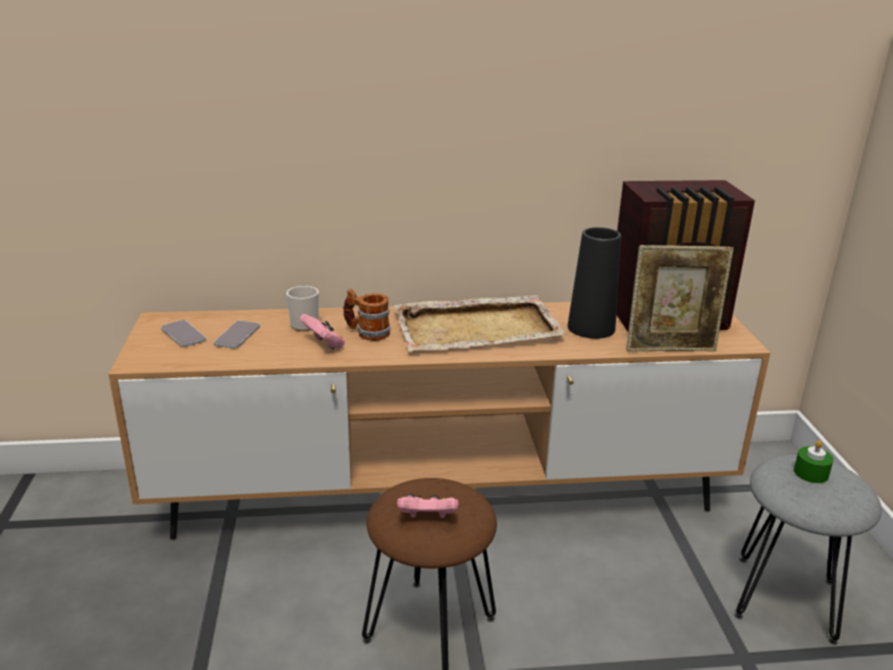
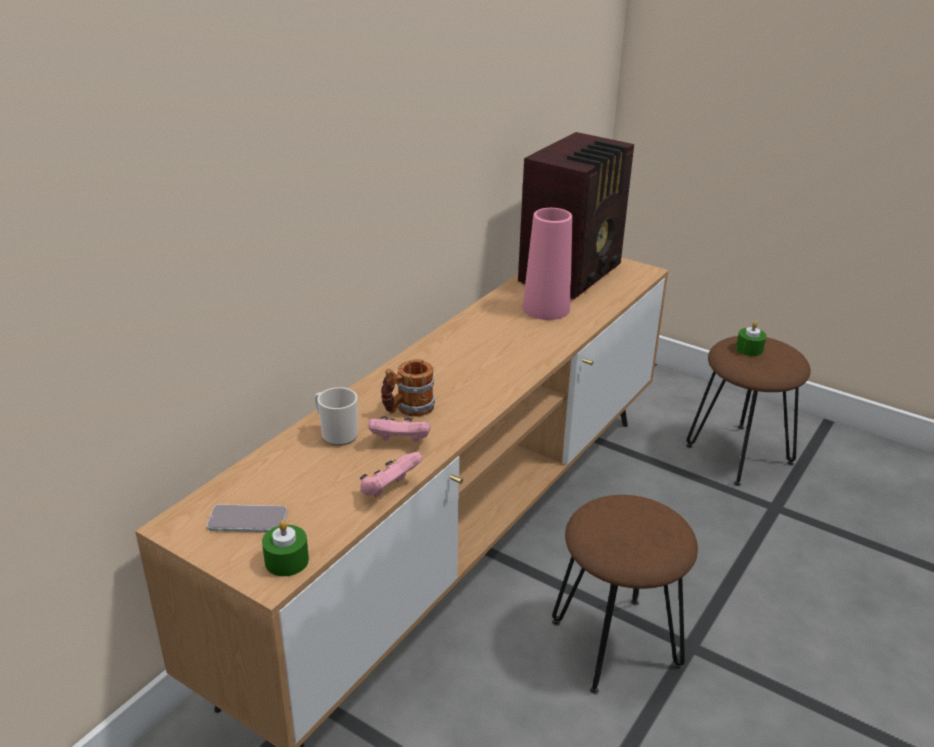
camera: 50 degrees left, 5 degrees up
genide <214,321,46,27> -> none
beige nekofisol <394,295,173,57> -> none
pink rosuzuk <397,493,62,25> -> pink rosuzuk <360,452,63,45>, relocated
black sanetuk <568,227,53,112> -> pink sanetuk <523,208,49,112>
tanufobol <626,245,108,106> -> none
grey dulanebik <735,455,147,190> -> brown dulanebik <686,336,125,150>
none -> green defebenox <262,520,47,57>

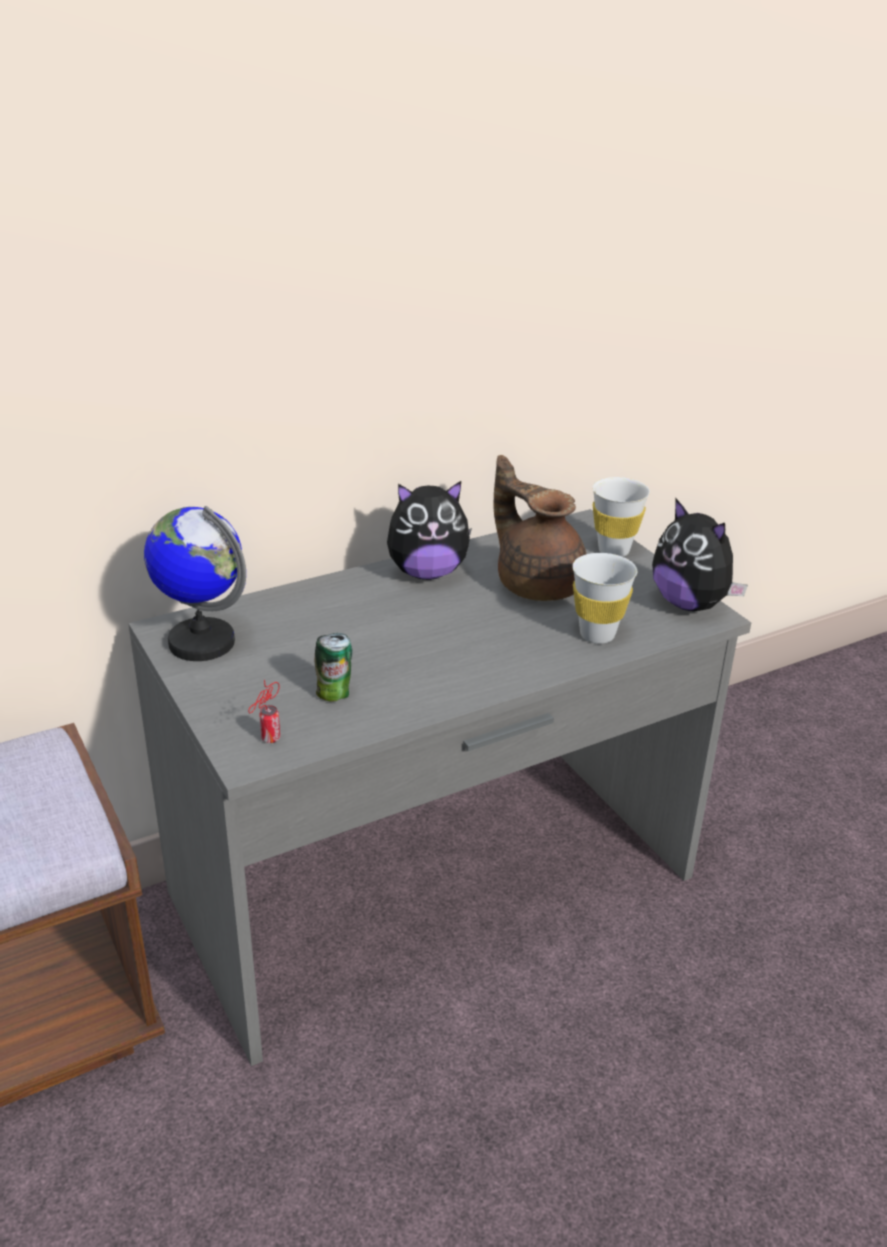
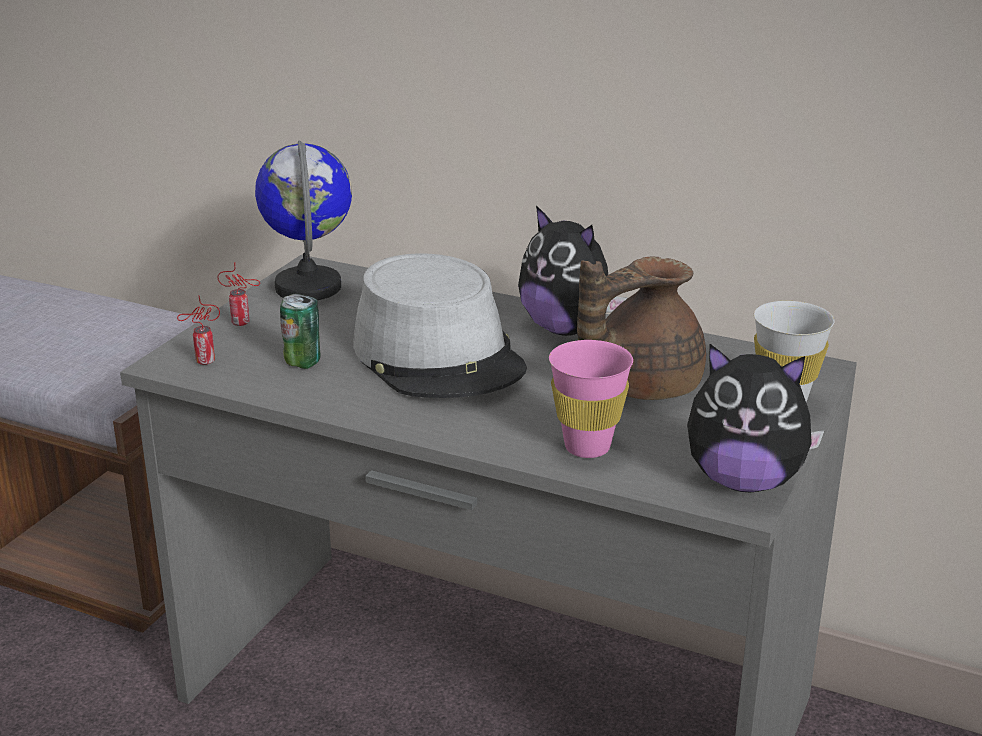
camera: 55 degrees right, 5 degrees down
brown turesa <494,455,92,146> -> brown turesa <577,257,129,143>, 135 degrees counterclockwise
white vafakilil <572,553,65,91> -> pink vafakilil <549,340,84,118>
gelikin <652,499,96,112> -> gelikin <687,344,138,149>, 90 degrees counterclockwise
none -> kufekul <218,262,42,64>
none -> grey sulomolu <353,253,174,145>

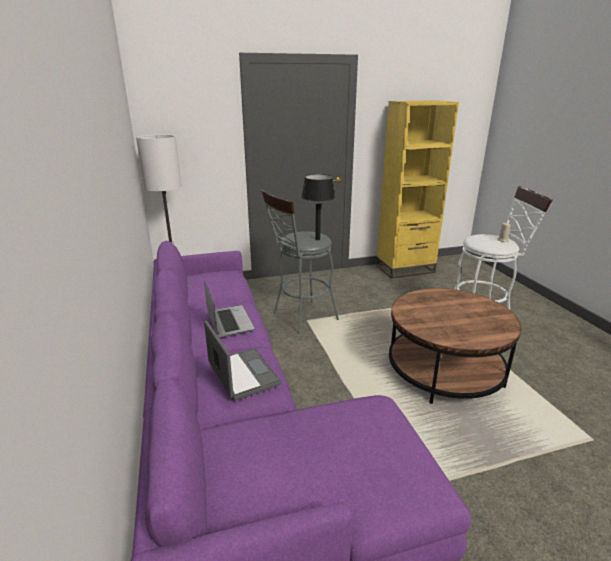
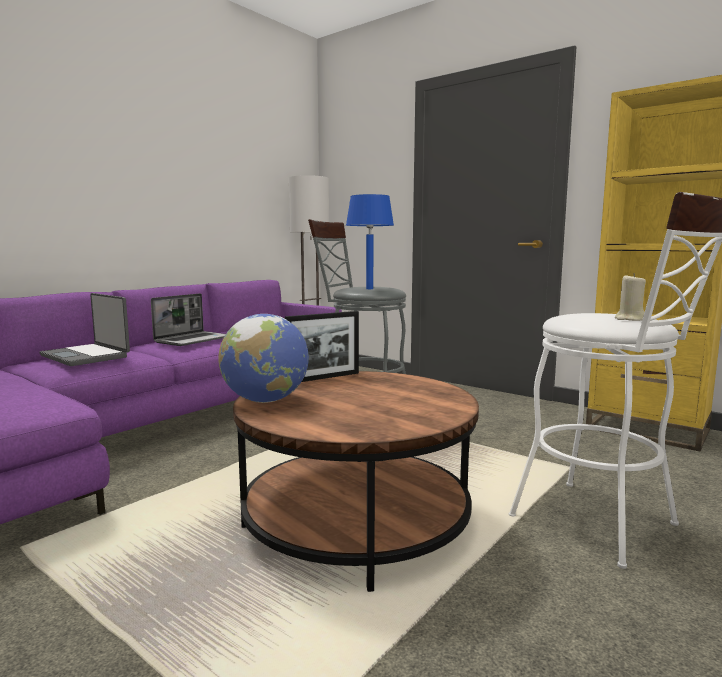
camera: 55 degrees right, 15 degrees down
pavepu <204,321,77,80> -> pavepu <39,293,91,73>, 105 degrees clockwise
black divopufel <301,174,34,66> -> blue divopufel <346,194,48,95>
none -> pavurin <219,314,90,89>
none -> tanufobol <285,311,74,71>

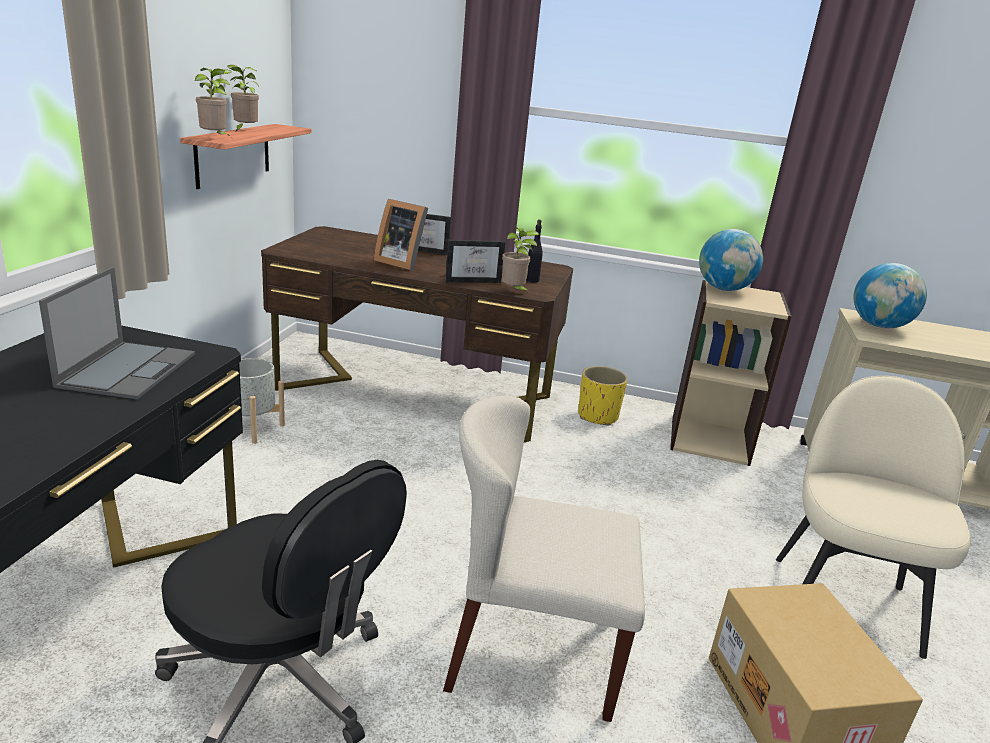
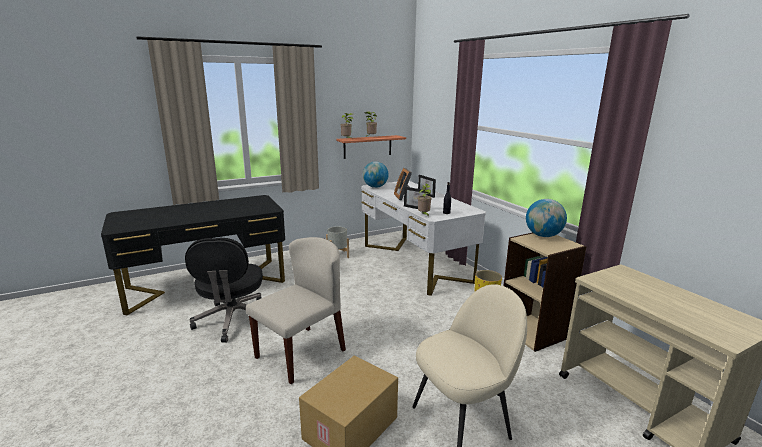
camera: 50 degrees right, 5 degrees down
pavepu <39,267,156,133> -> none
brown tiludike <261,226,312,216> -> white tiludike <361,181,125,115>
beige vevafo <443,396,202,326> -> beige vevafo <246,237,100,147>, 75 degrees clockwise
pavurin <853,263,74,65> -> pavurin <363,162,26,26>, relocated

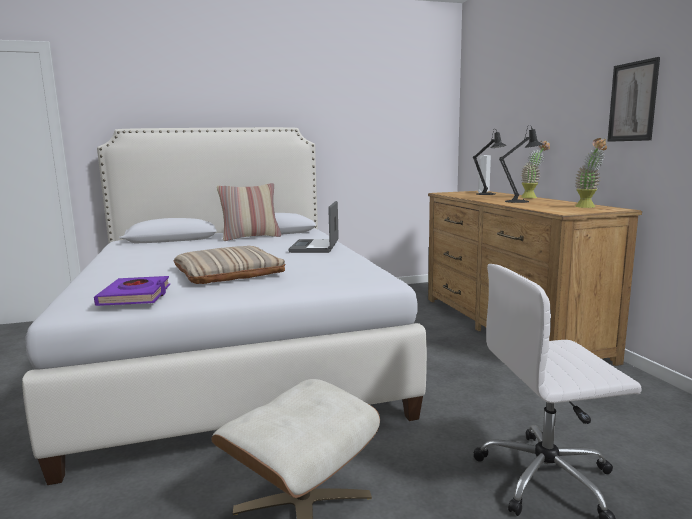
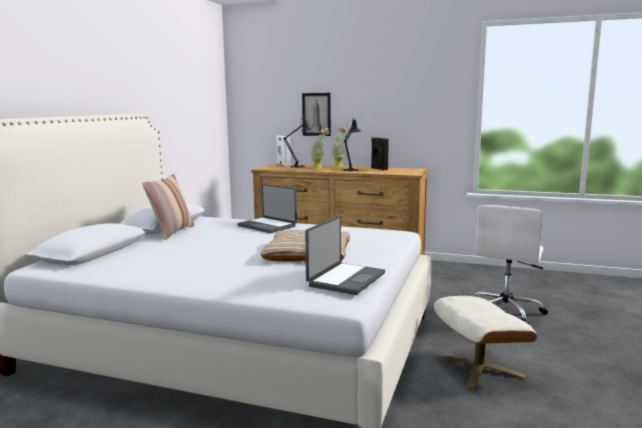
camera: 55 degrees left, 0 degrees up
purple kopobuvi <94,276,76,30> -> pavepu <305,216,80,79>
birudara <575,138,32,70> -> birudara <311,128,18,41>, relocated
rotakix <607,57,53,85> -> rotakix <302,93,29,43>, relocated
none -> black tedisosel <371,137,18,34>

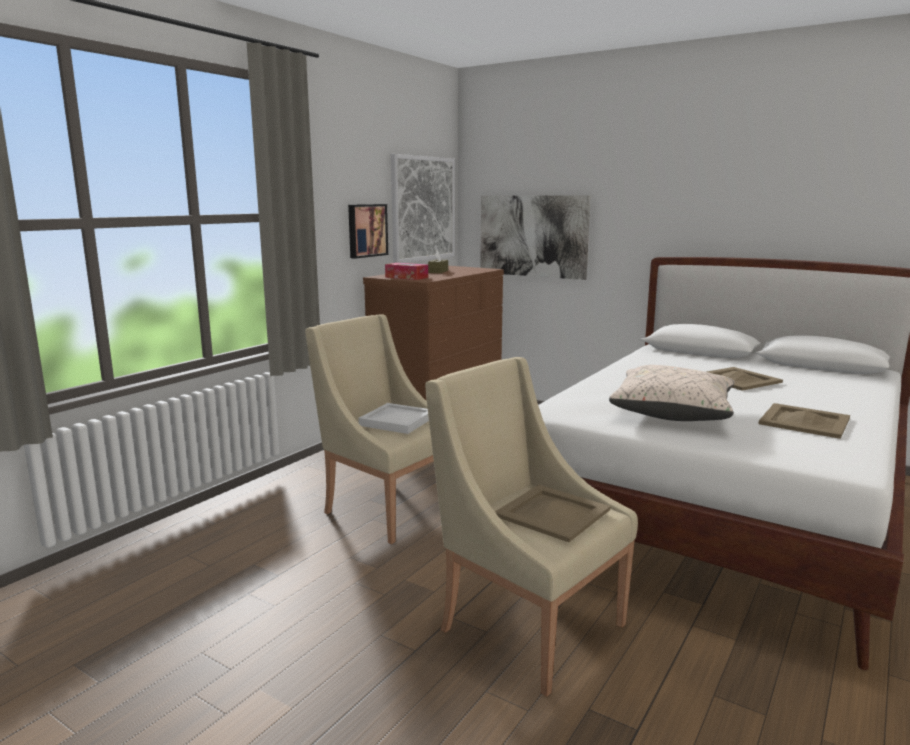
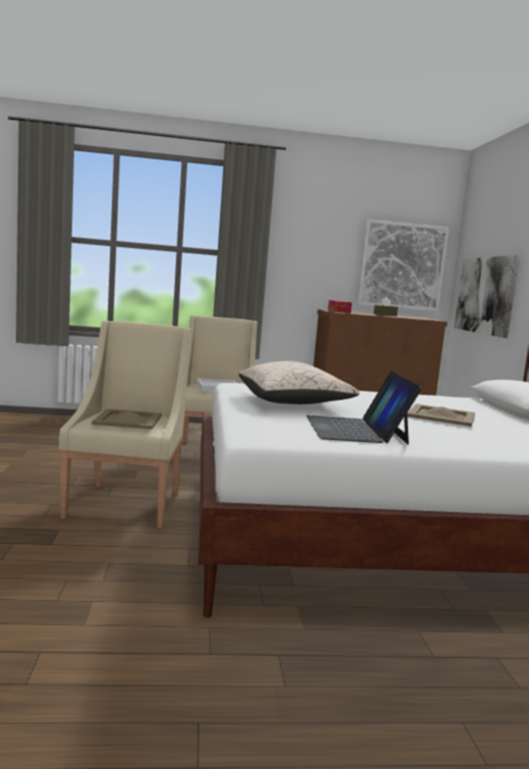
camera: 50 degrees right, 5 degrees down
rotakix <348,204,40,55> -> none
beige nekofisol <759,403,91,36> -> pavepu <306,371,116,74>

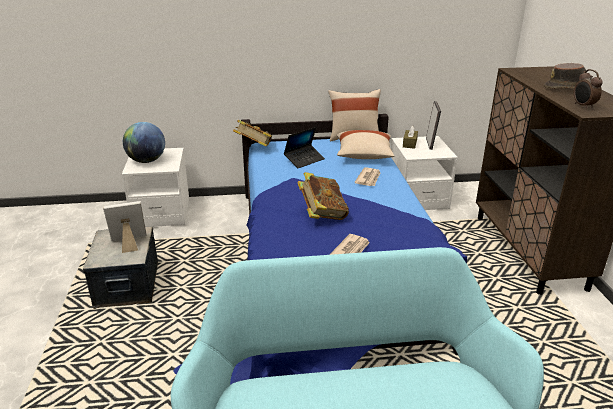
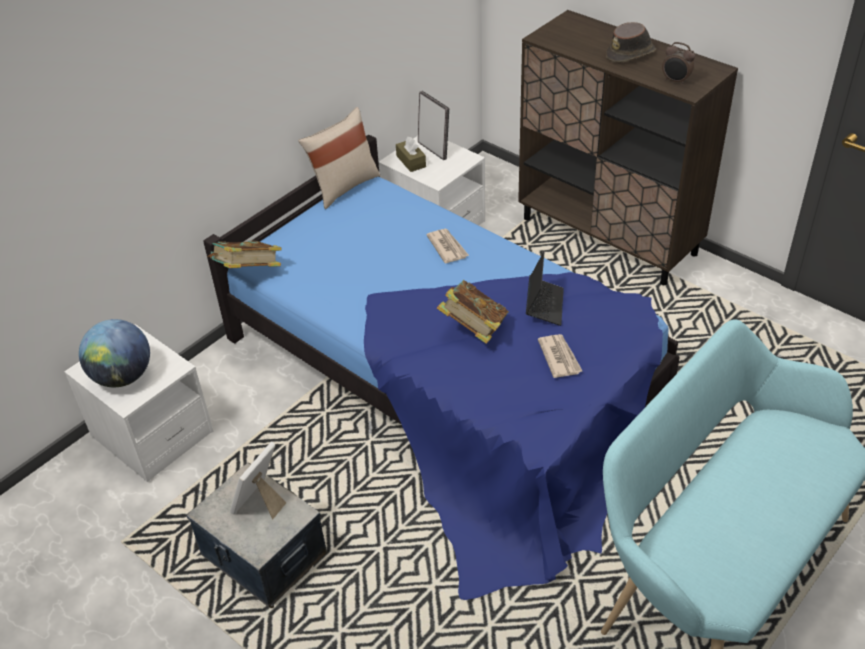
camera: 40 degrees left, 15 degrees up
pavepu <284,127,41,41> -> pavepu <526,252,38,74>, relocated
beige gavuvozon <337,130,57,29> -> none

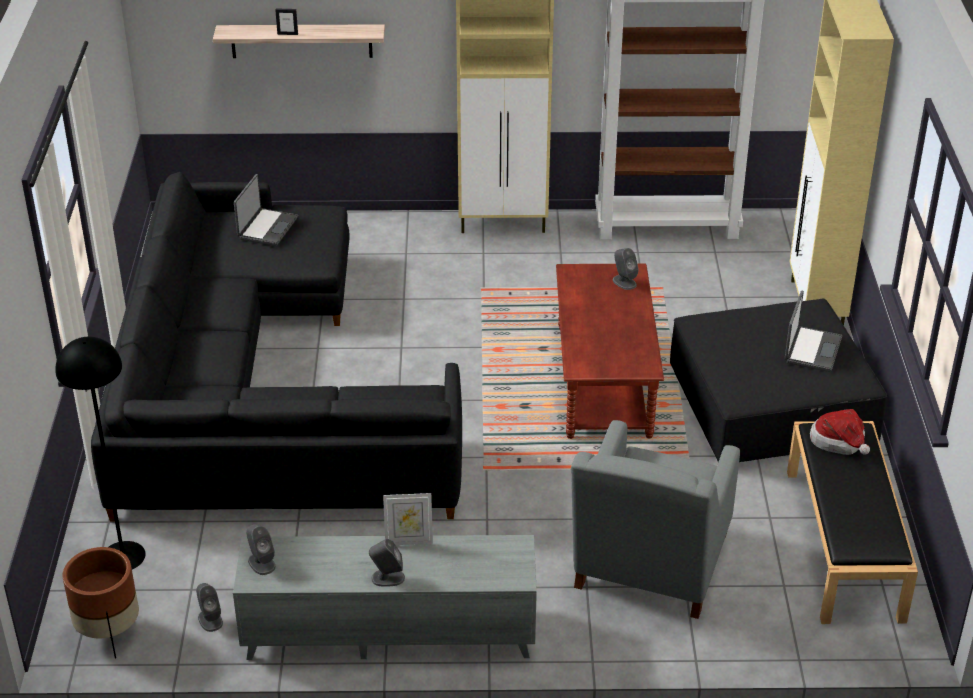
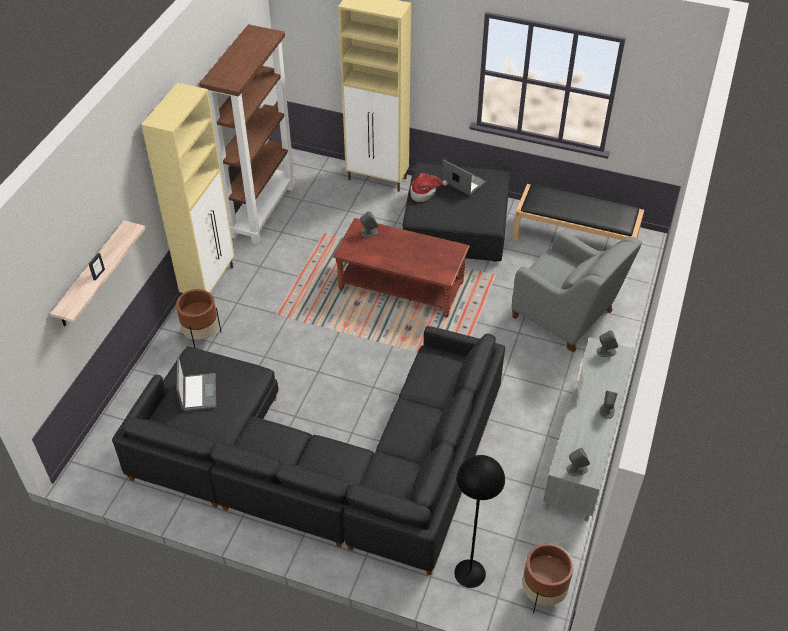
camera: 70 degrees left, 10 degrees up
grey tedisosel <196,583,27,49> -> grey tedisosel <597,330,21,27>, relocated
pavepu <234,174,64,72> -> pavepu <177,356,39,55>, 45 degrees clockwise
sulomolu <810,409,60,46> -> sulomolu <410,173,38,29>, relocated
none -> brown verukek <176,289,46,59>

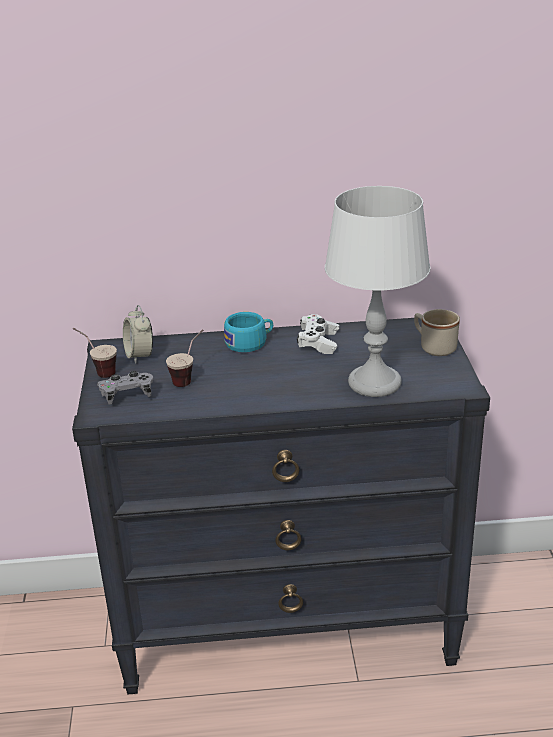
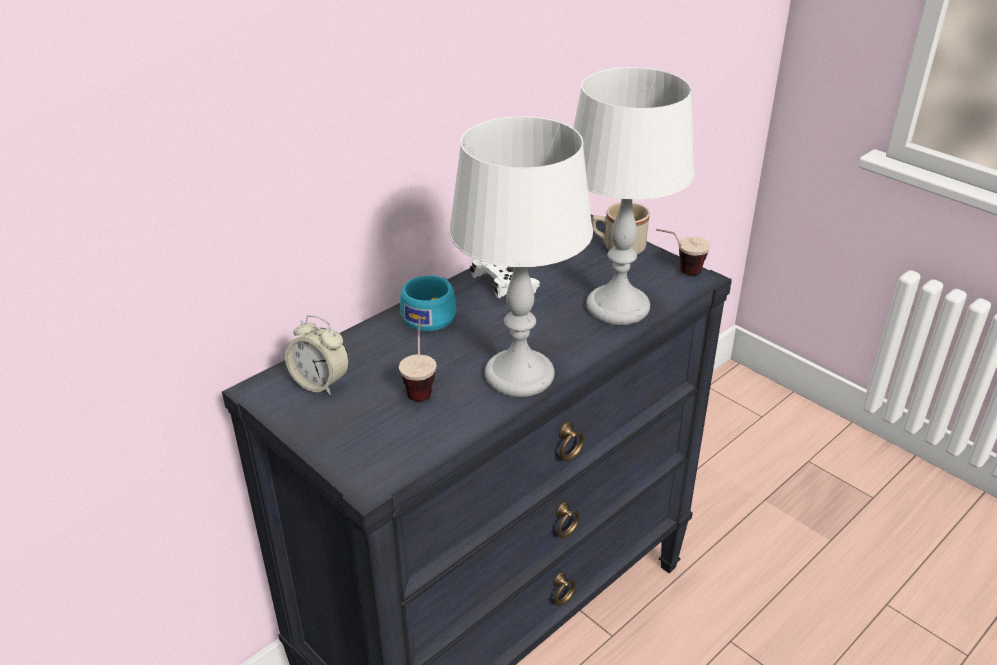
camera: 40 degrees left, 5 degrees up
vafakilil <73,328,44,50> -> vafakilil <656,229,54,46>, relocated
grey rosuzuk <97,371,57,33> -> none
none -> white divopufel <449,116,144,281>

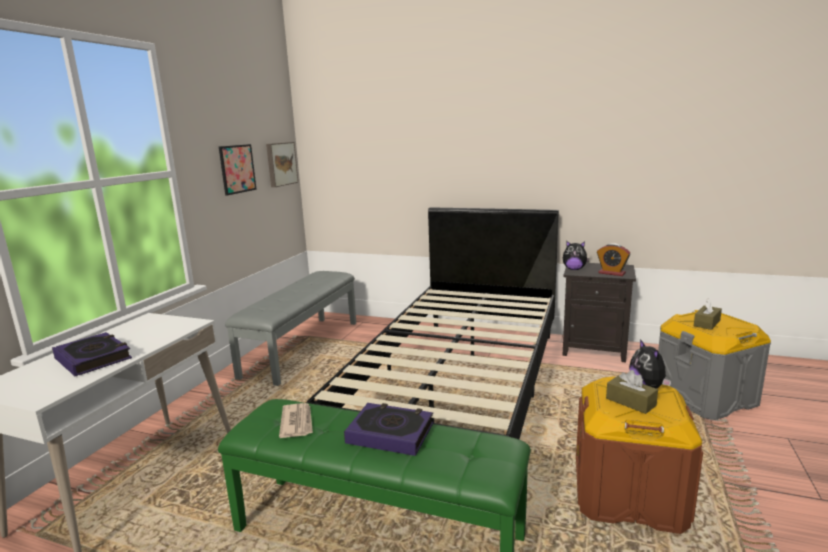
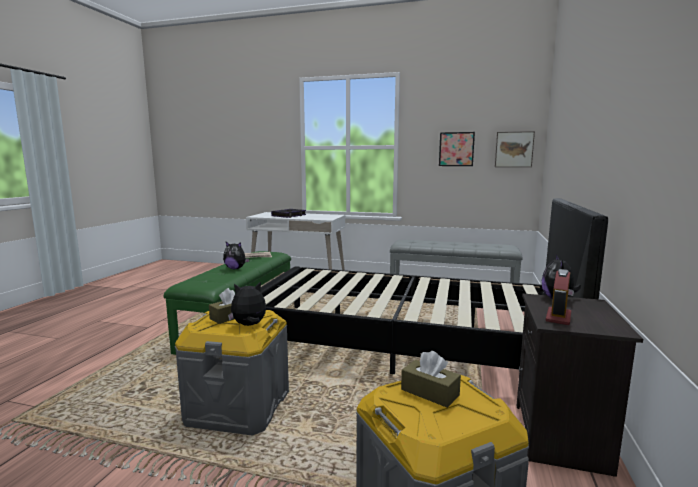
camera: 85 degrees right, 5 degrees down
kopobuvi <344,403,89,53> -> gelikin <223,242,27,27>
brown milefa <576,376,127,158> -> grey milefa <175,310,114,126>

